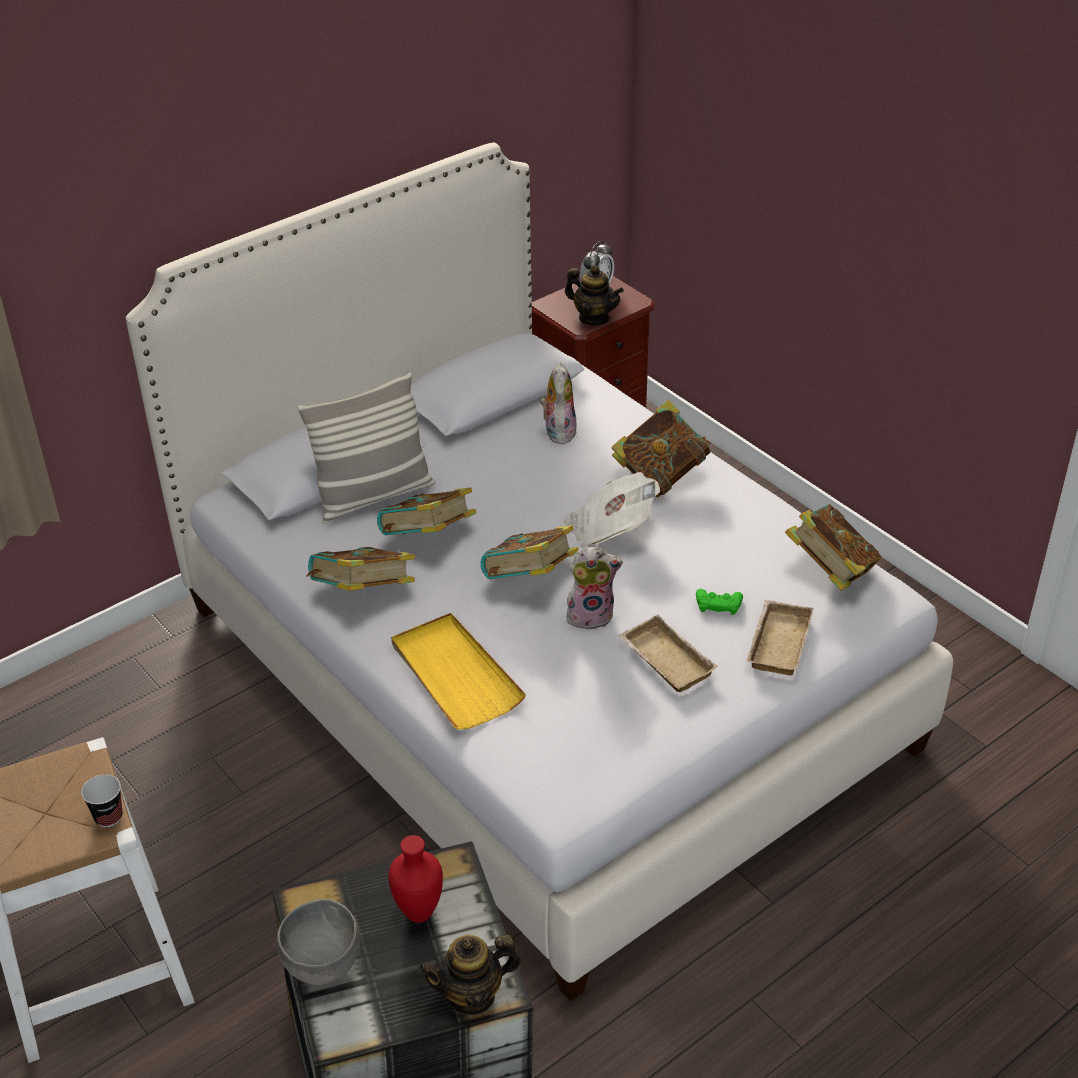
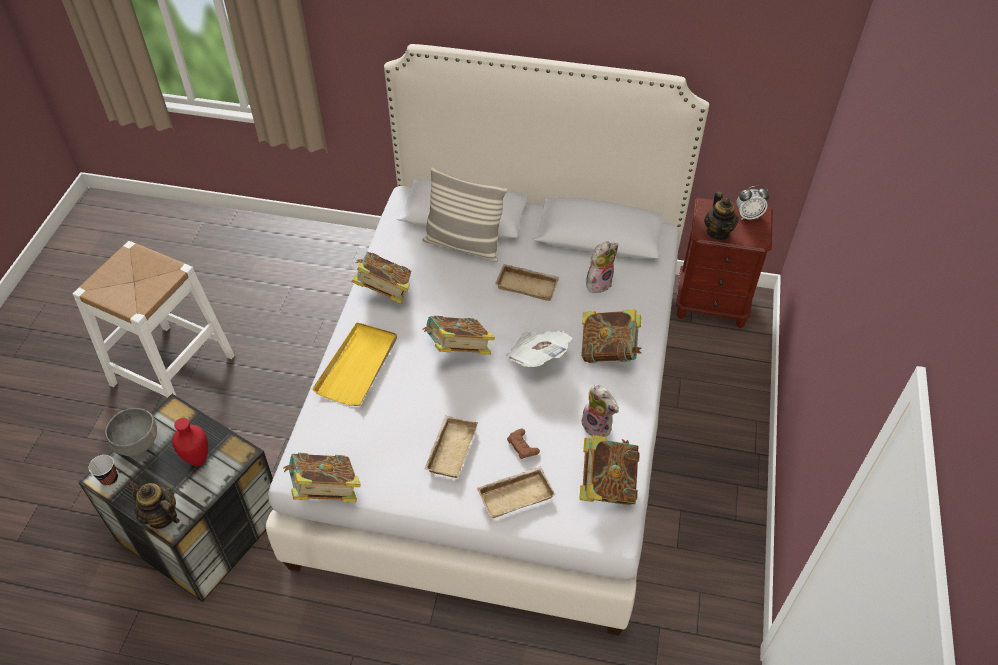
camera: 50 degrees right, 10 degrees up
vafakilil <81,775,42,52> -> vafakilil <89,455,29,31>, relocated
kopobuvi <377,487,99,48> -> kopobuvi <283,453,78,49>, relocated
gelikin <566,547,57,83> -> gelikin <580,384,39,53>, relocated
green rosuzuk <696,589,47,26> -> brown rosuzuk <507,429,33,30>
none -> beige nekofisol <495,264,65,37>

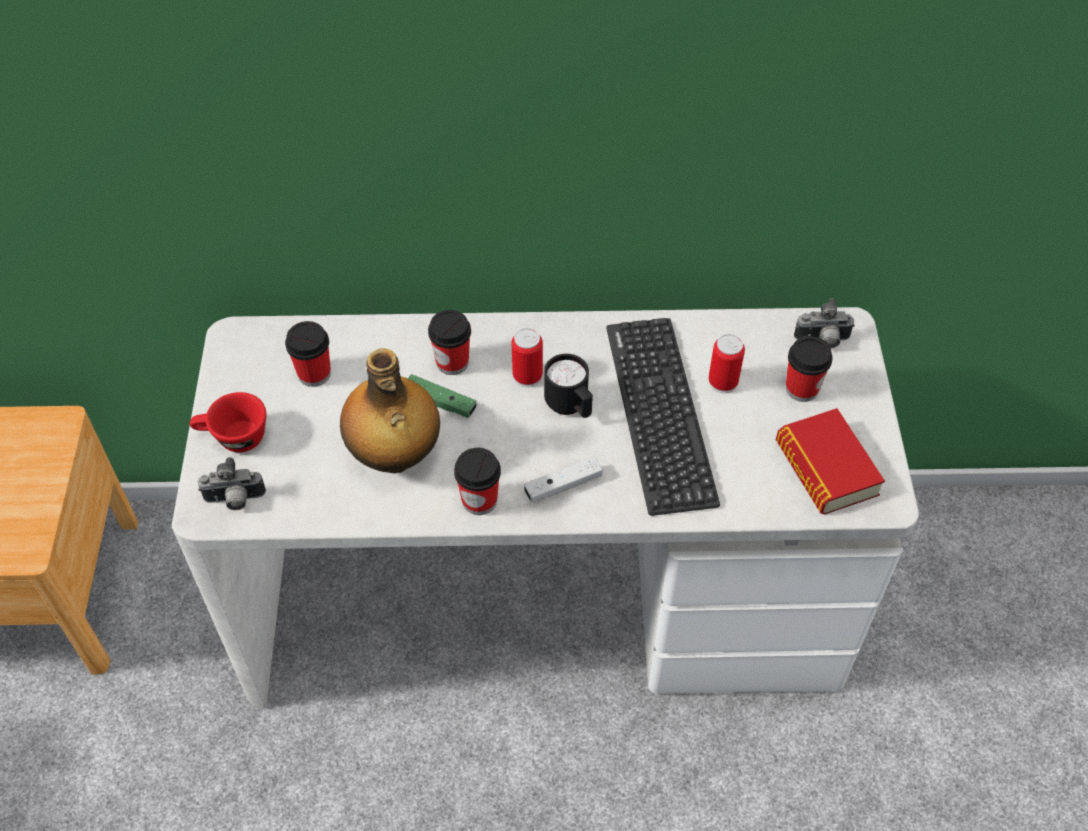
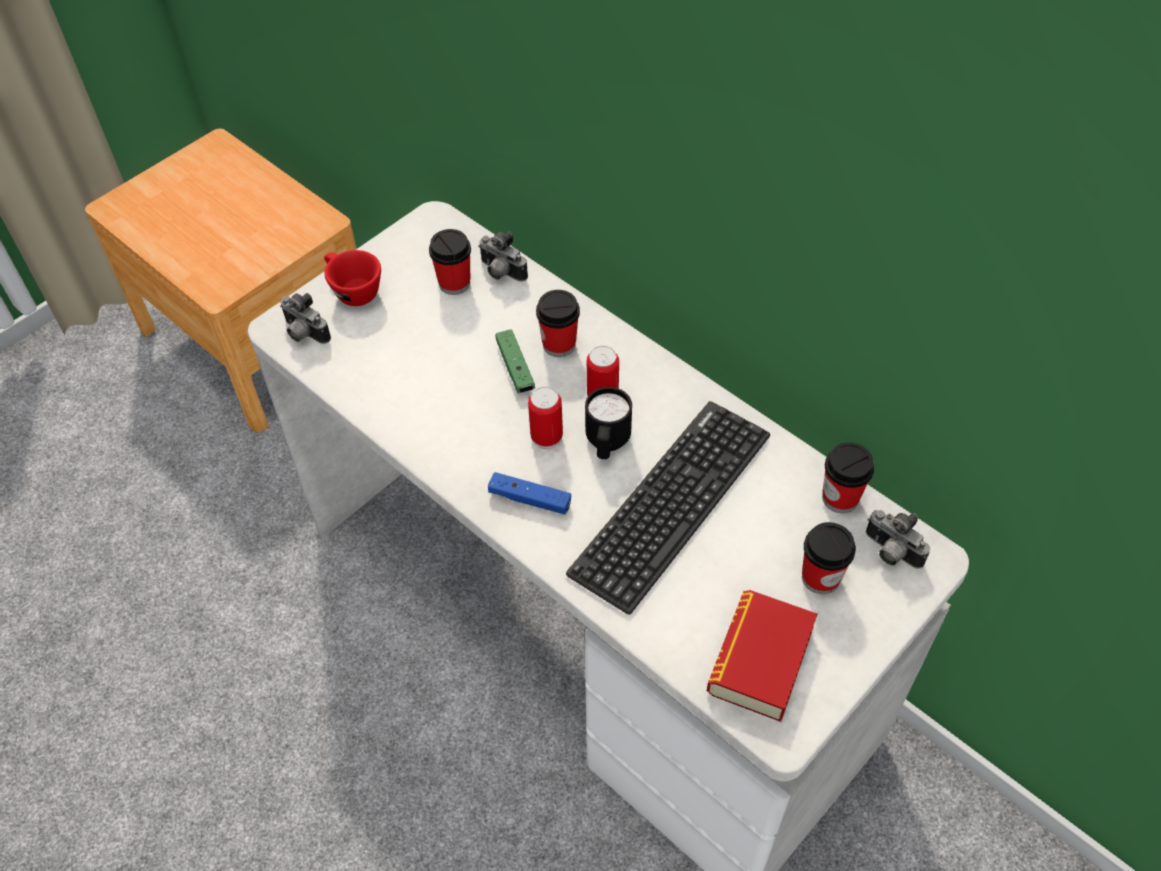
camera: 45 degrees right, 0 degrees up
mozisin <340,348,100,125> -> none
vafakilil <454,448,47,67> -> vafakilil <822,442,52,71>, relocated
white rosuzuk <524,457,79,46> -> blue rosuzuk <488,472,83,42>
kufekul <709,334,36,59> -> kufekul <528,386,35,63>, relocated
none -> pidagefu <478,232,50,50>

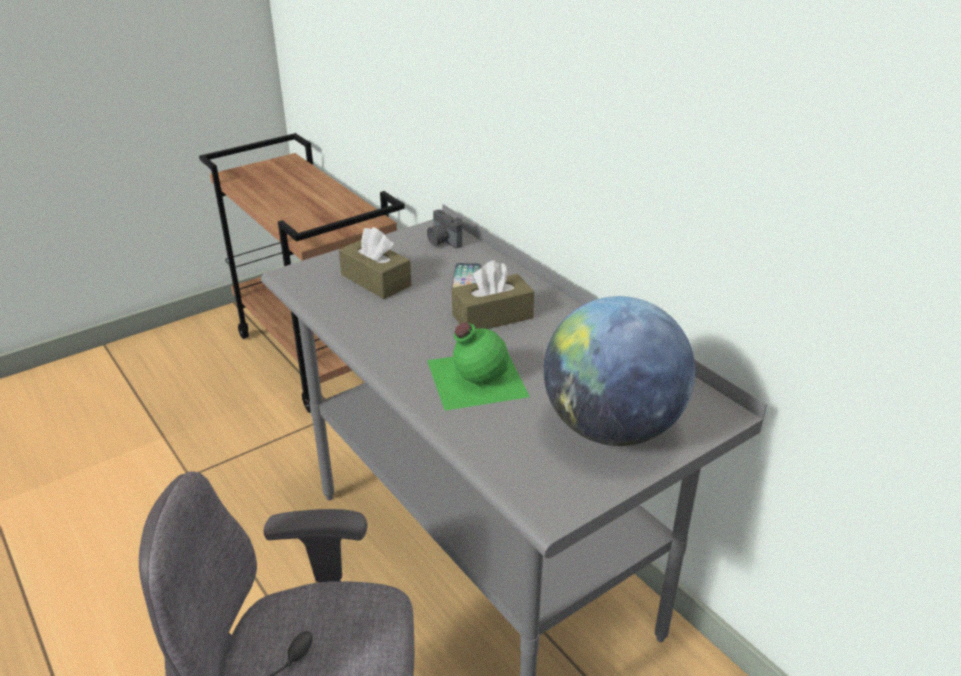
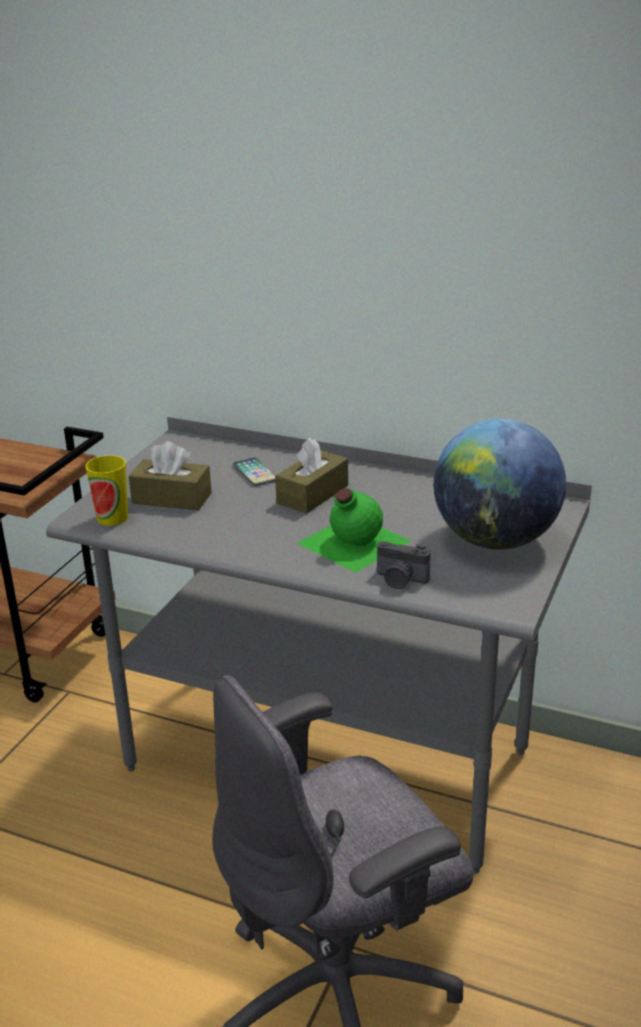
camera: 30 degrees left, 5 degrees down
pidagefu <427,209,35,39> -> pidagefu <377,541,54,48>, relocated
none -> vafakilil <85,455,43,71>

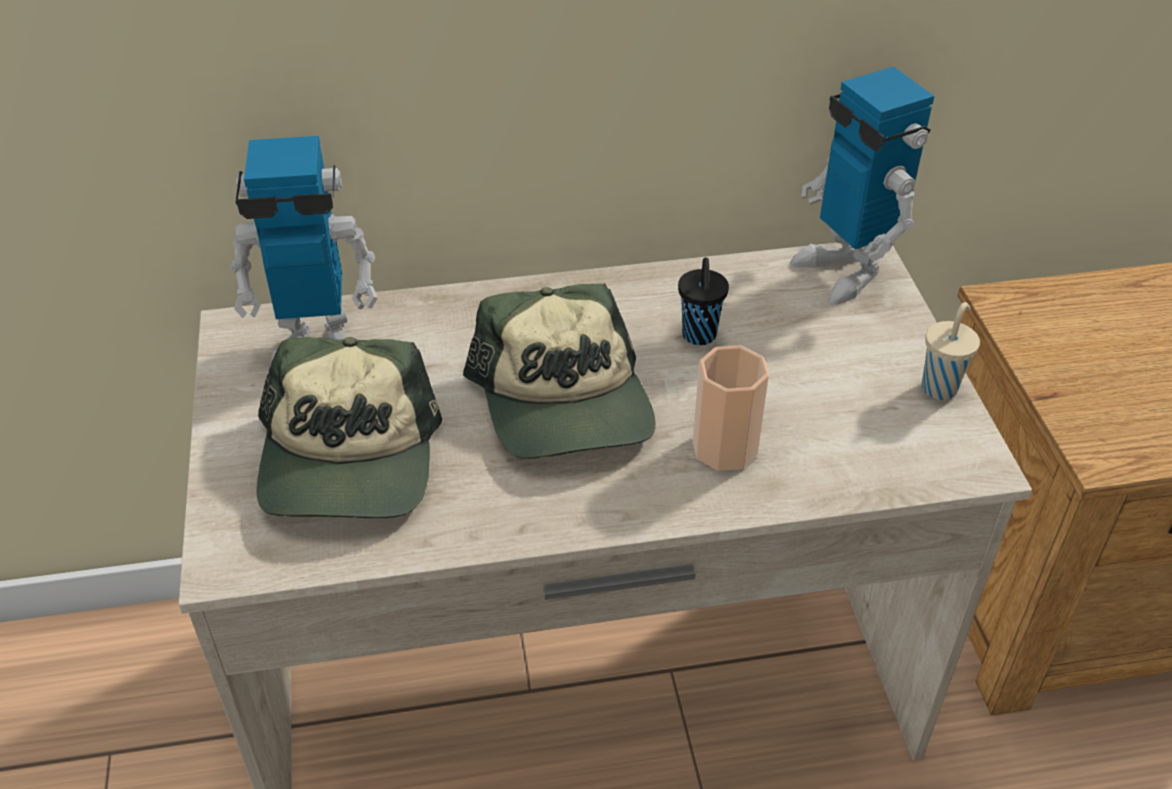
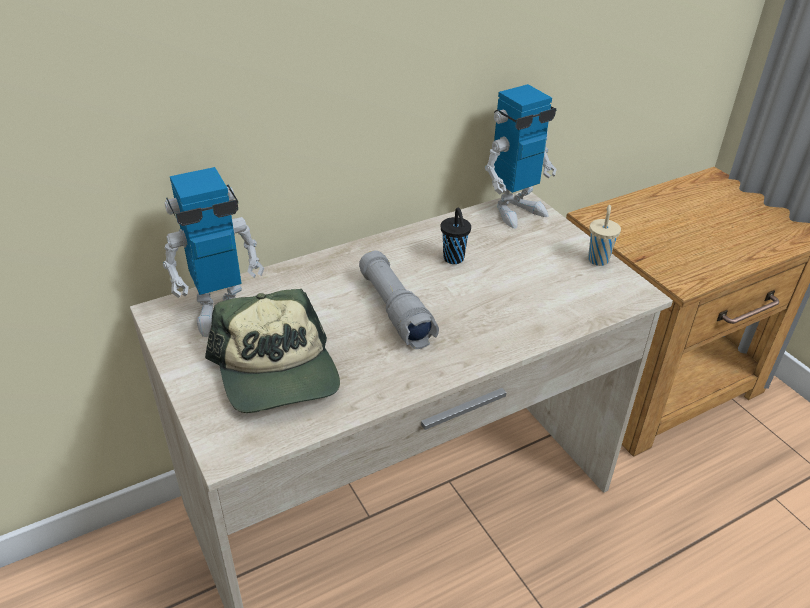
camera: 20 degrees left, 5 degrees down
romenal <463,283,193,176> -> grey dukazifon <359,251,80,98>
vafakilil <693,345,76,126> -> none
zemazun <790,67,144,238> -> zemazun <485,84,72,144>, 75 degrees counterclockwise

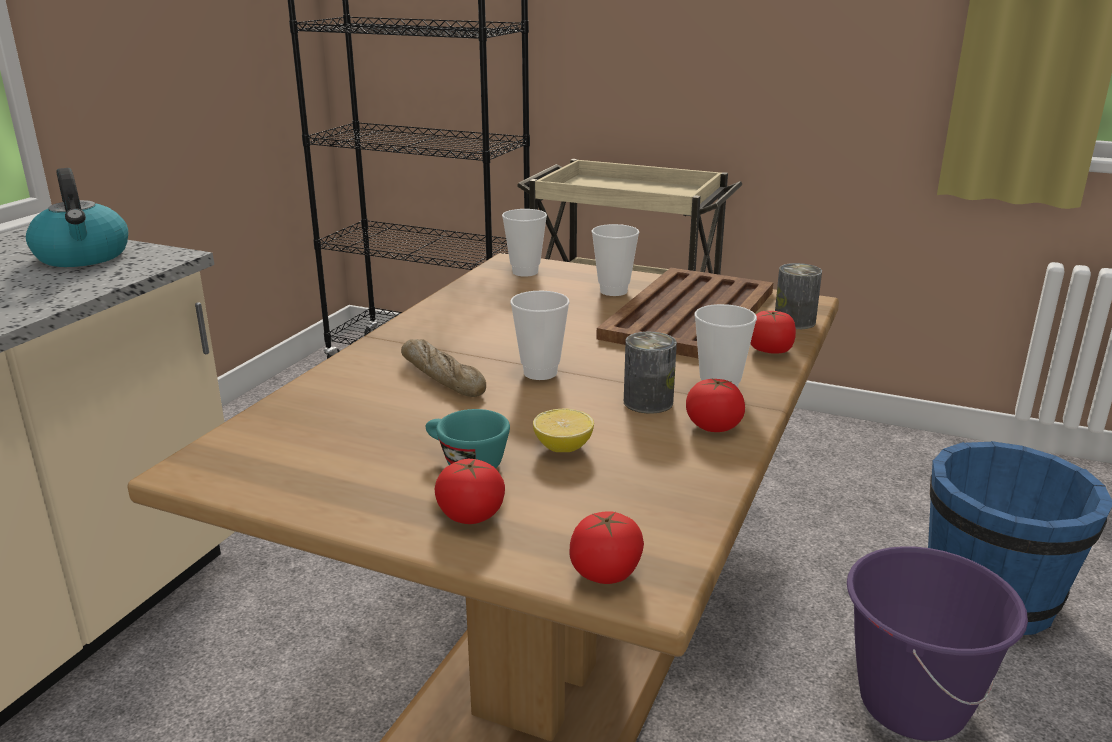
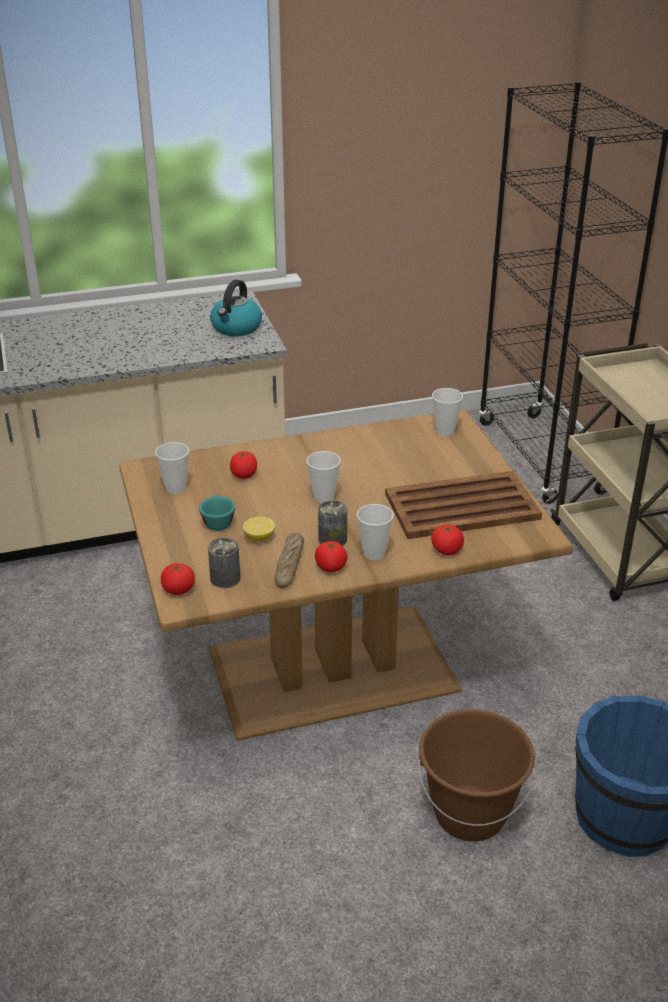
camera: 50 degrees right, 10 degrees up
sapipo <401,339,85,58> -> sapipo <275,533,29,55>, relocated
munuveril <435,459,70,65> -> munuveril <230,451,27,28>, relocated
vafakilil <592,224,47,72> -> vafakilil <155,442,34,52>, relocated
kufekul <775,263,47,66> -> kufekul <208,538,32,50>, relocated
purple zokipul <847,546,181,195> -> brown zokipul <418,709,118,133>

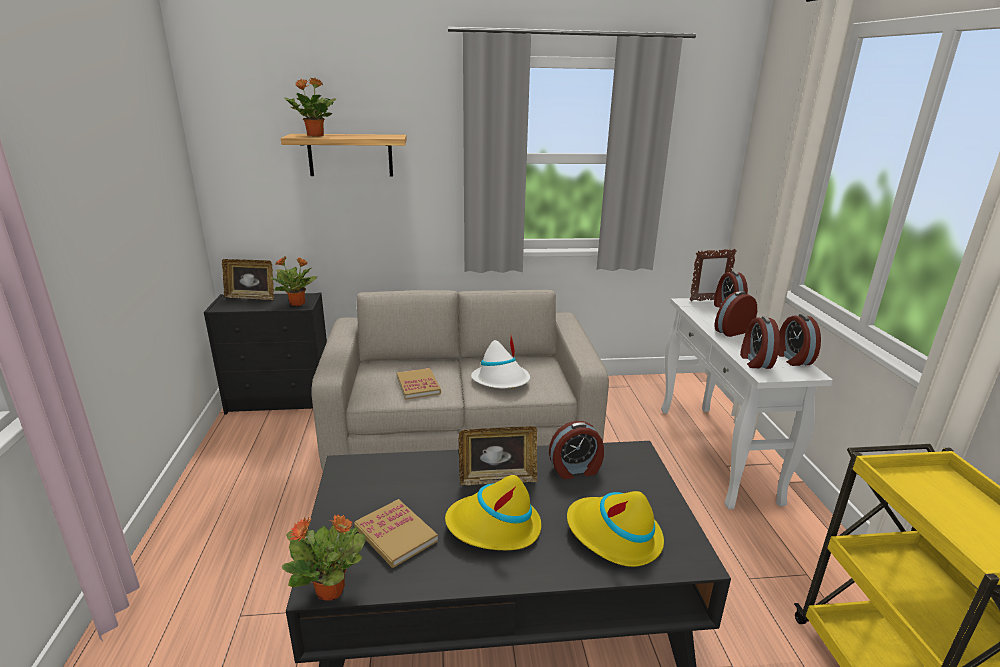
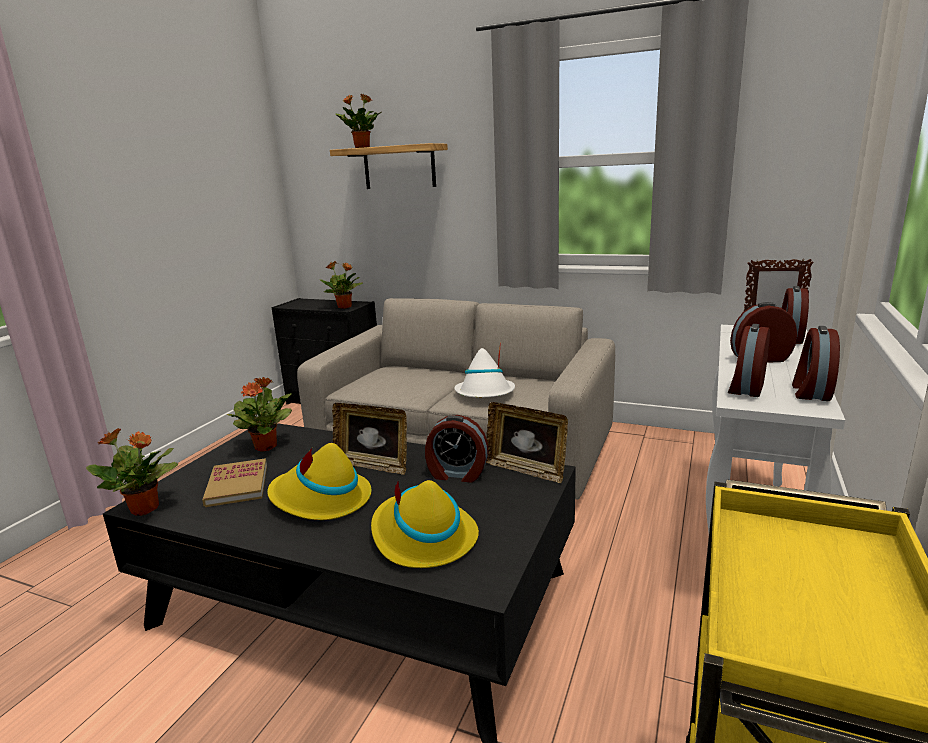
camera: 30 degrees right, 5 degrees down
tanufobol <222,259,52,41> -> tanufobol <486,402,82,81>, relocated
kopobuvi <397,368,44,32> -> none
none -> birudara <227,377,65,75>

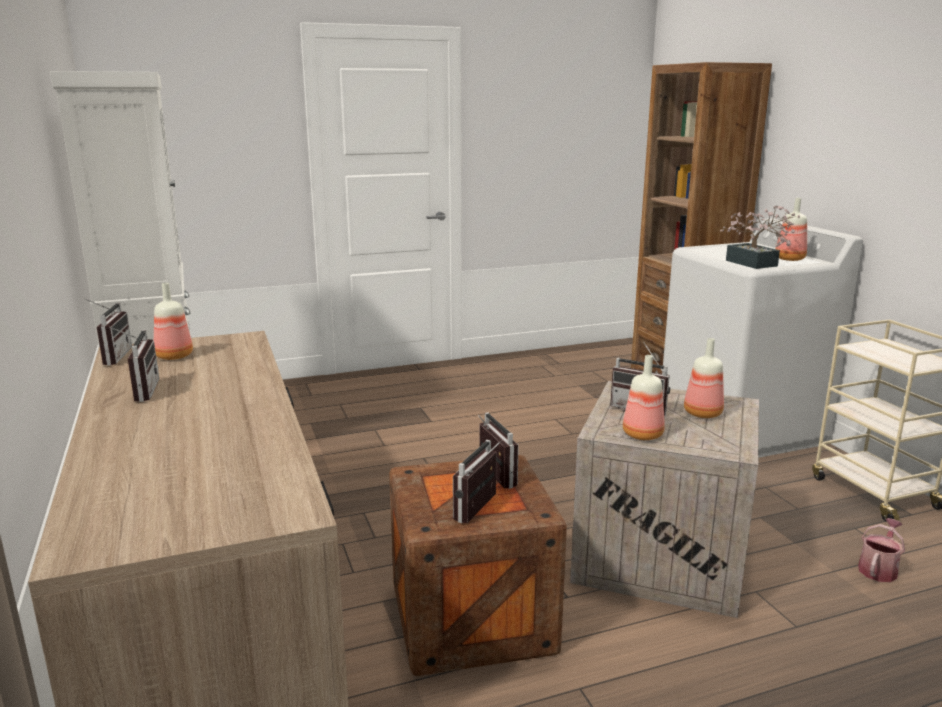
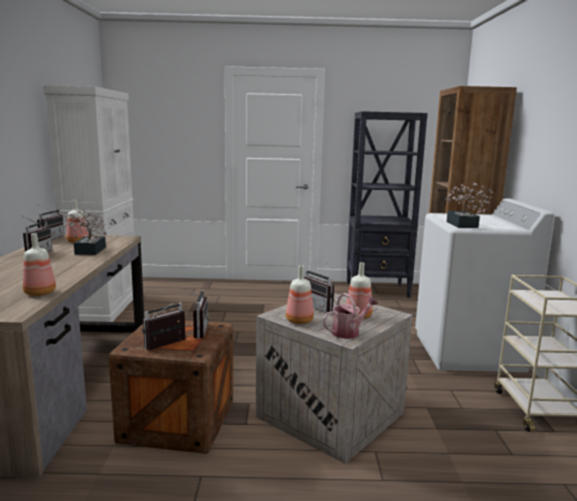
camera: 20 degrees right, 5 degrees down
mozisin <775,198,32,63> -> mozisin <23,233,33,63>, relocated
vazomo <858,518,47,64> -> vazomo <323,293,55,46>, relocated
none -> birudara <64,210,43,45>
none -> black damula <347,111,81,187>

